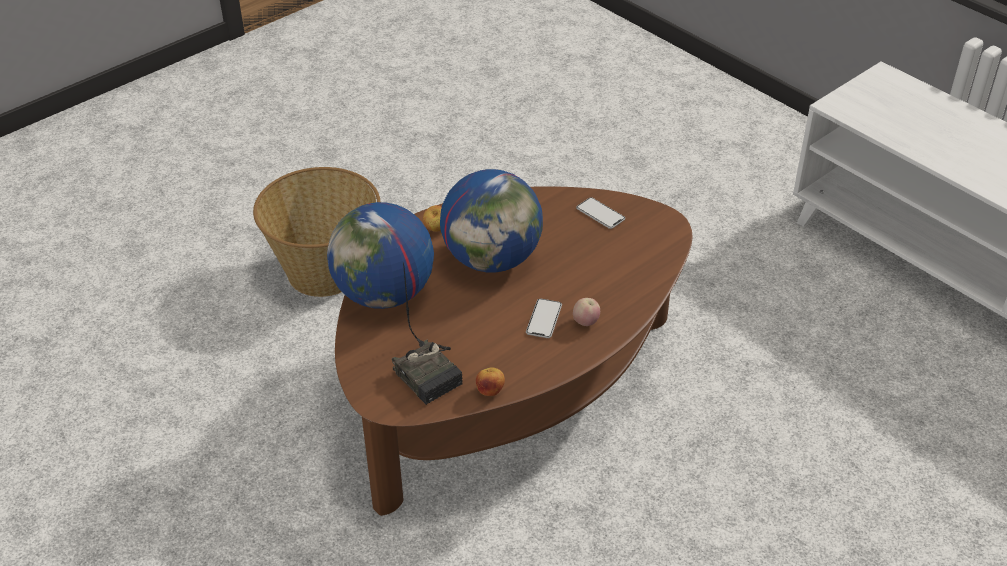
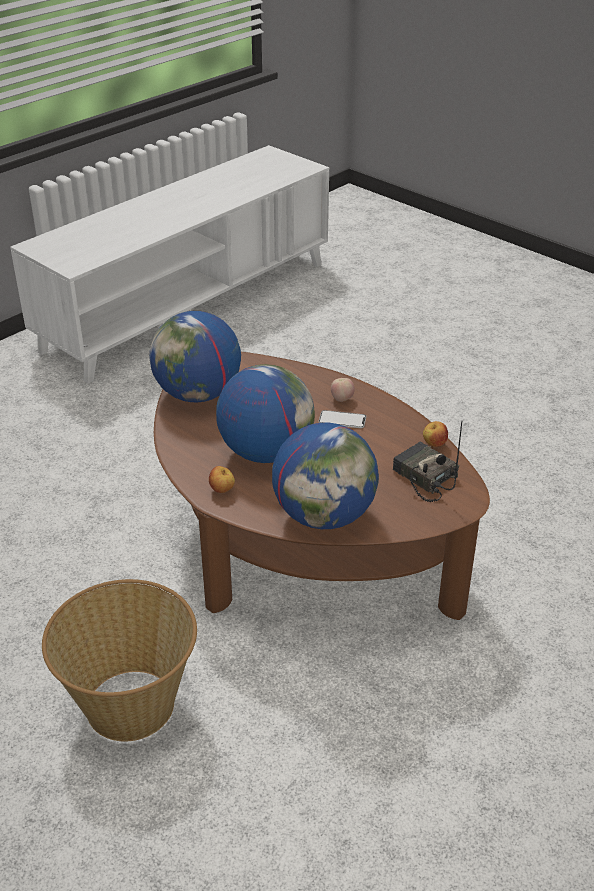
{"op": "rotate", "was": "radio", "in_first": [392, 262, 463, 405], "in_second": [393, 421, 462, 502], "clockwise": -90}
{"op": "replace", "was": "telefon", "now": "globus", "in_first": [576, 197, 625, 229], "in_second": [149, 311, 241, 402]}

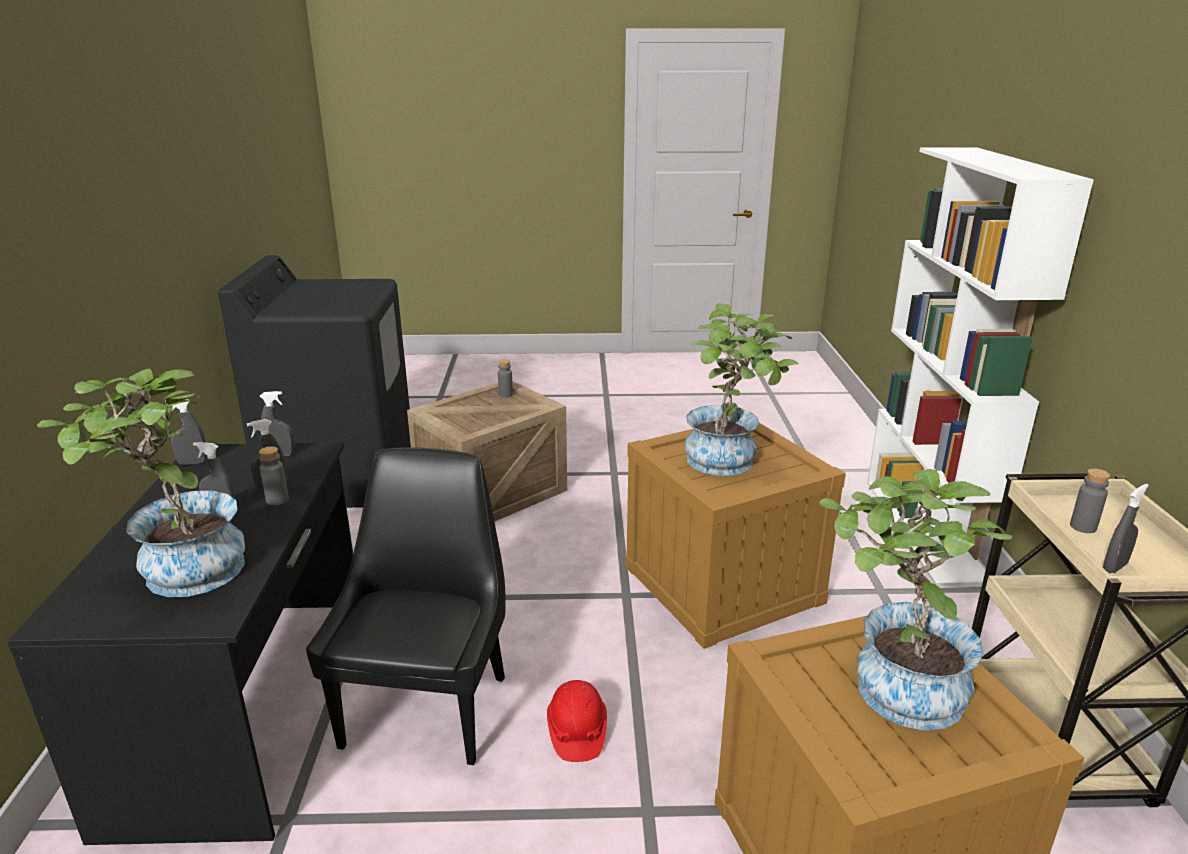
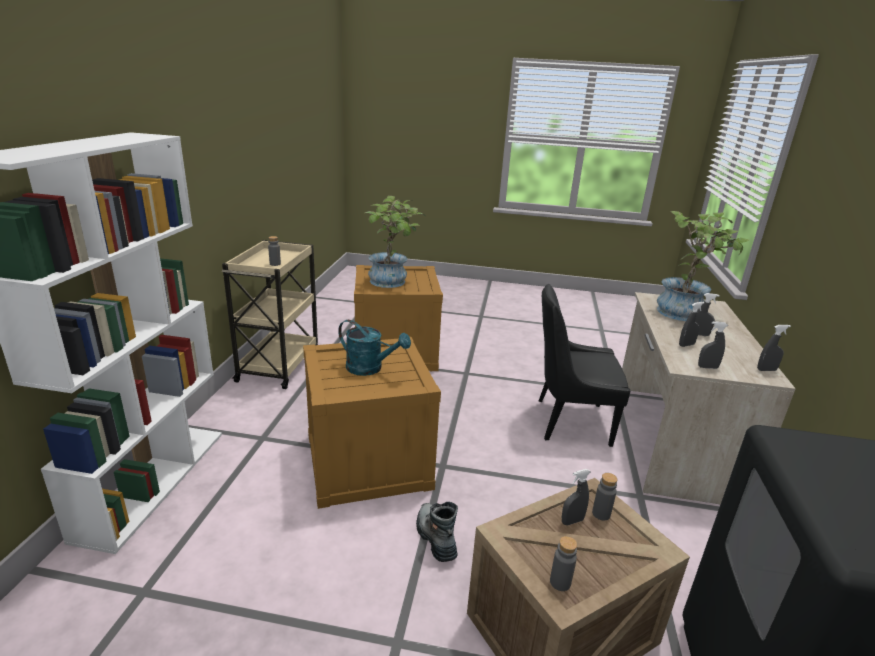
{"op": "recolor", "was": "biurko/czarny", "now": "biurko/beżowy", "in_first": [7, 443, 353, 845], "in_second": [622, 292, 796, 504]}
{"op": "move", "was": "butelka/szary", "in_first": [259, 446, 289, 505], "in_second": [592, 473, 618, 521]}
{"op": "rotate", "was": "krzesło/czarny", "in_first": [306, 447, 506, 765], "in_second": [539, 284, 631, 447], "clockwise": 75}
{"op": "delete", "was": "kask/czerwony", "in_first": [547, 680, 607, 762]}
{"op": "replace", "was": "roślina doniczkowa", "now": "konewka/turkusowy", "in_first": [685, 303, 799, 476], "in_second": [338, 320, 411, 376]}
{"op": "move", "was": "spryskiwacz/szary", "in_first": [1103, 484, 1149, 573], "in_second": [562, 469, 590, 525]}
{"op": "insert", "now": "but z cholewką", "in_second": [416, 502, 458, 562]}

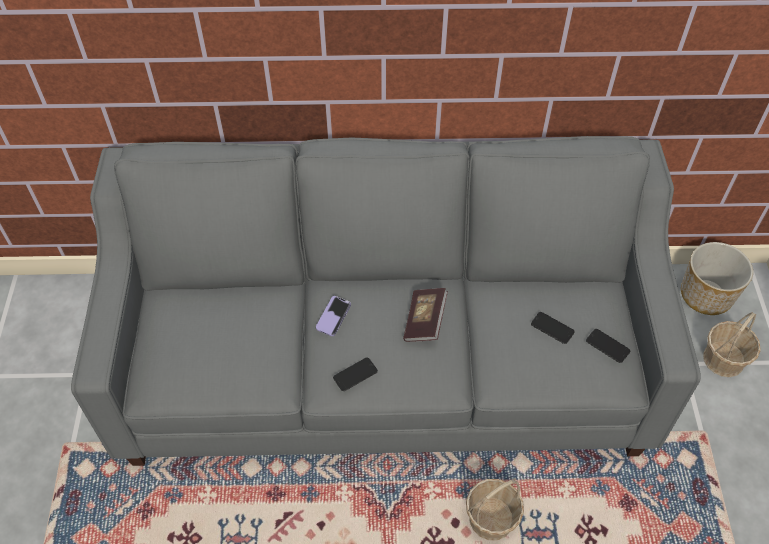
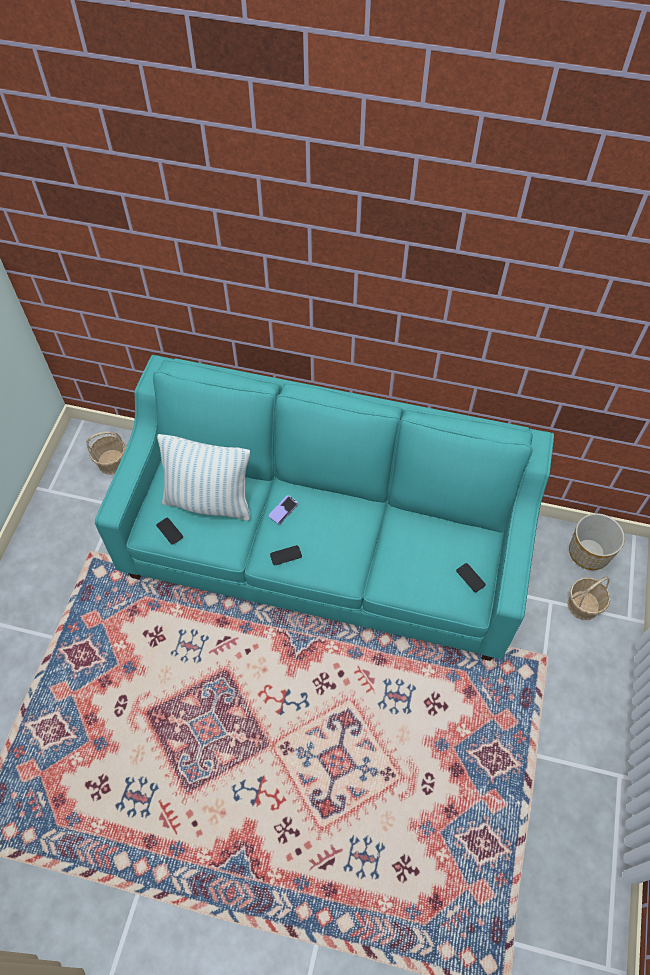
{"op": "recolor", "was": "kanapa/szary", "now": "kanapa/turkusowy", "in_first": [71, 136, 701, 466], "in_second": [95, 355, 554, 661]}
{"op": "delete", "was": "książka", "in_first": [403, 288, 448, 342]}
{"op": "move", "was": "koszyk", "in_first": [466, 478, 524, 540], "in_second": [86, 432, 125, 475]}
{"op": "move", "was": "telefon", "in_first": [531, 312, 575, 344], "in_second": [156, 518, 183, 545]}
{"op": "insert", "now": "poduszka", "in_second": [157, 434, 251, 521]}

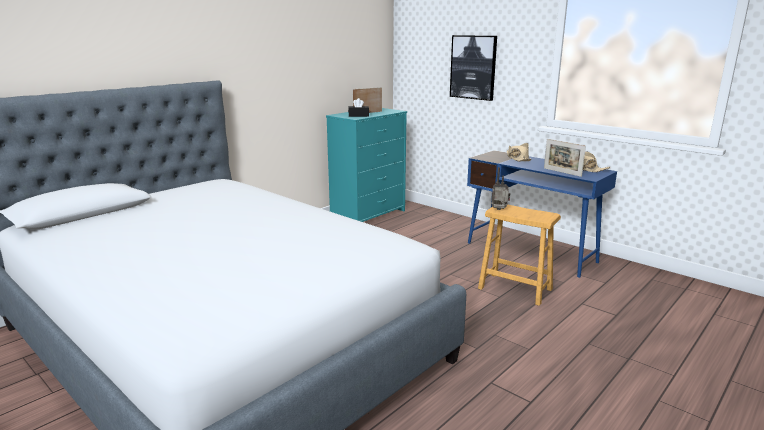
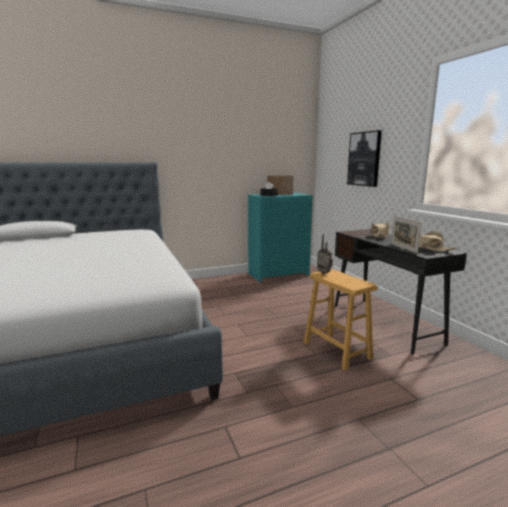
{"op": "recolor", "was": "biurko/niebieski", "now": "biurko/czarny", "in_first": [467, 150, 617, 278], "in_second": [335, 229, 467, 355]}

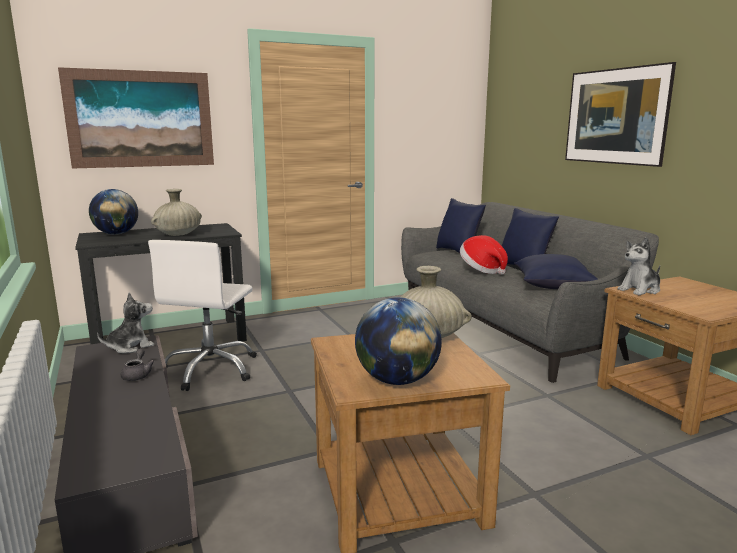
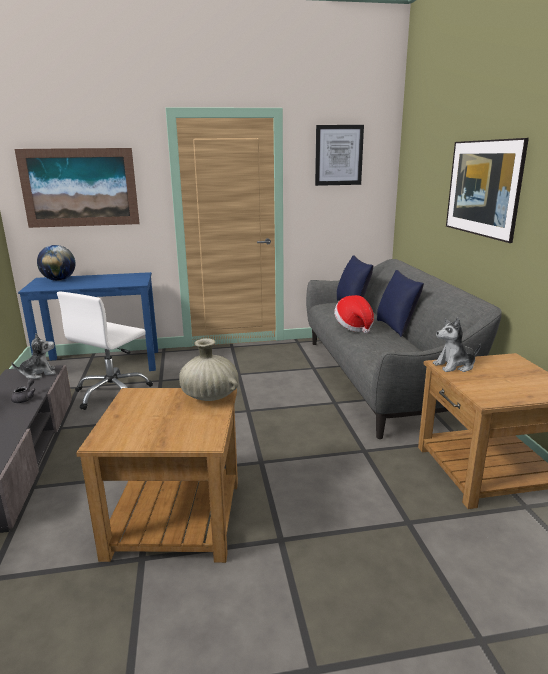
{"op": "recolor", "was": "biurko/czarny", "now": "biurko/niebieski", "in_first": [75, 223, 247, 344], "in_second": [18, 272, 158, 371]}
{"op": "delete", "was": "wazon/beżowy", "in_first": [151, 189, 202, 236]}
{"op": "delete", "was": "globus", "in_first": [355, 297, 442, 385]}
{"op": "delete", "was": "poduszka/niebieski", "in_first": [514, 254, 598, 289]}
{"op": "insert", "now": "obraz", "in_second": [315, 125, 364, 186]}

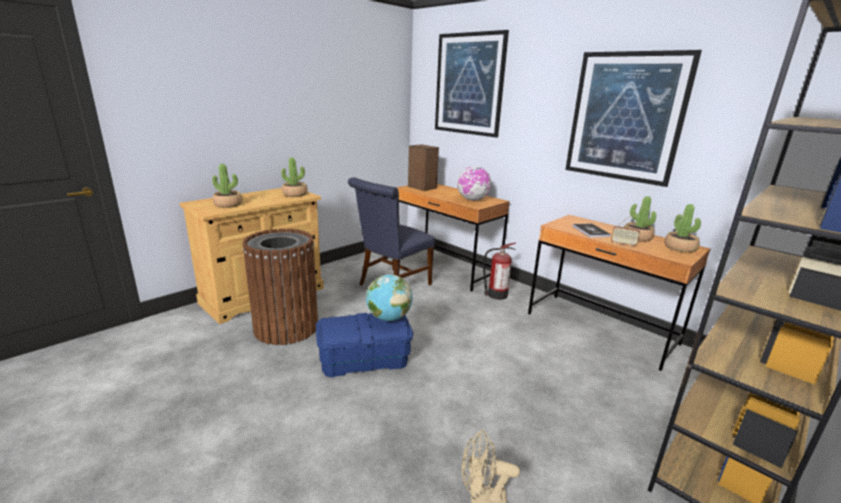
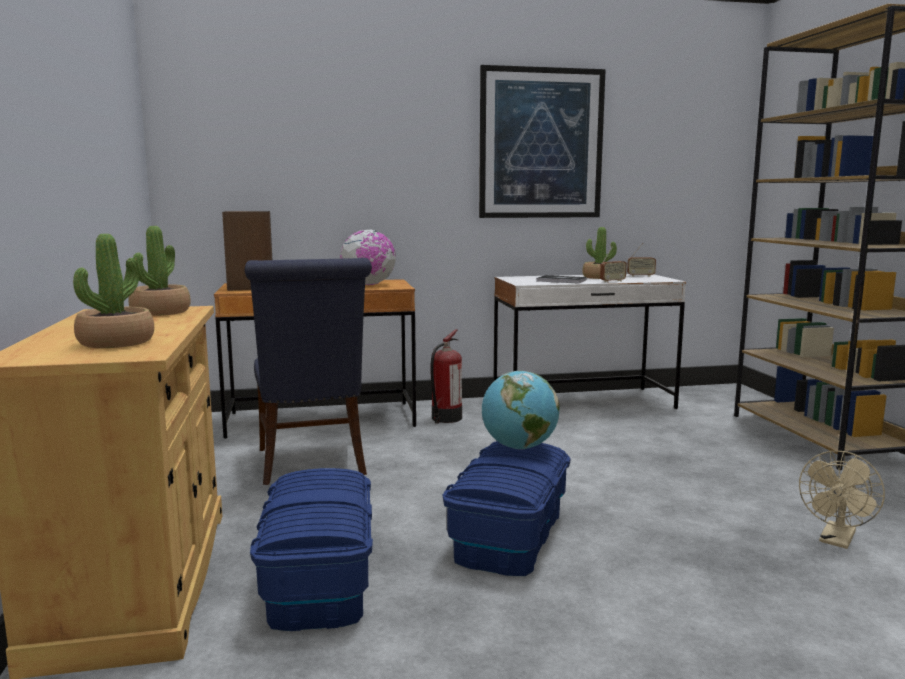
{"op": "replace", "was": "kosz na śmieci/brązowy", "now": "pojemnik do przechowywania/niebieski", "in_first": [243, 229, 318, 345], "in_second": [250, 468, 373, 631]}
{"op": "delete", "was": "obraz", "in_first": [435, 30, 509, 138]}
{"op": "recolor", "was": "biurko/brązowy", "now": "biurko/biały", "in_first": [528, 215, 711, 371], "in_second": [493, 274, 686, 409]}
{"op": "replace", "was": "roślina doniczkowa", "now": "radio", "in_first": [664, 204, 701, 253], "in_second": [627, 243, 656, 277]}

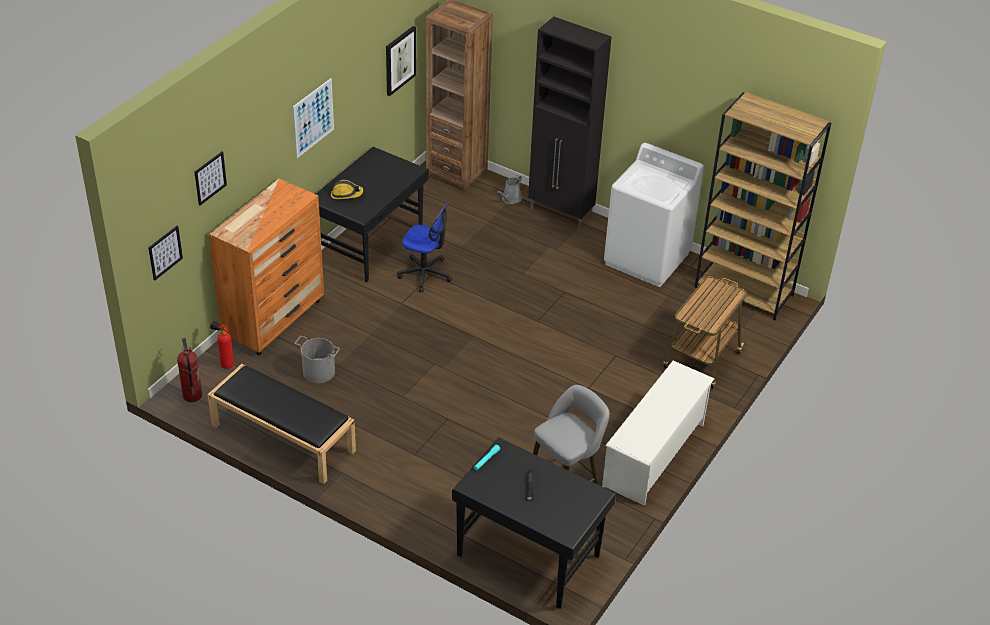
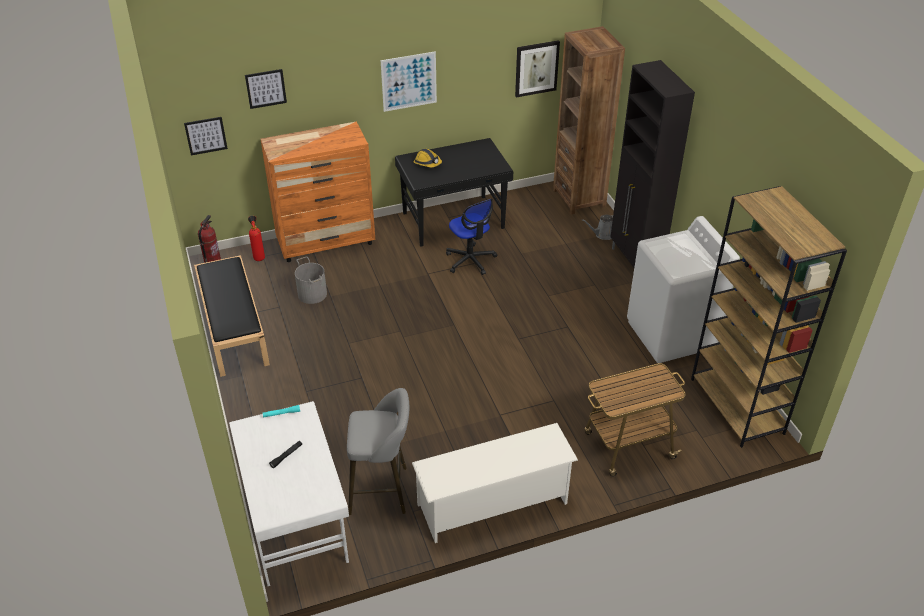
{"op": "recolor", "was": "biurko/czarny", "now": "biurko/biały", "in_first": [452, 437, 616, 609], "in_second": [229, 401, 349, 586]}

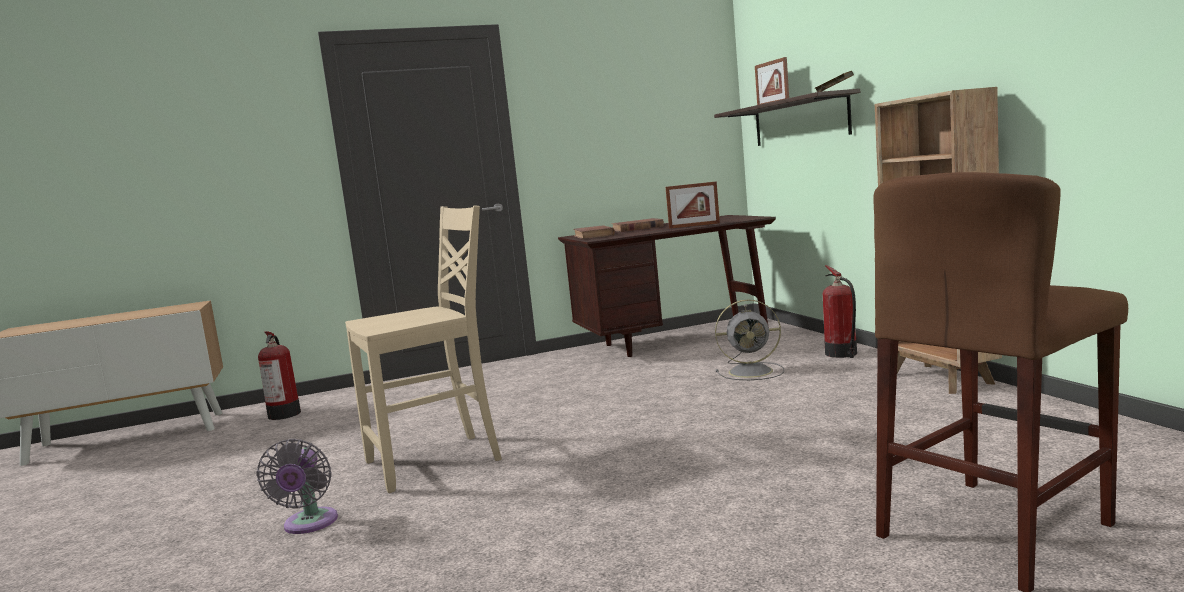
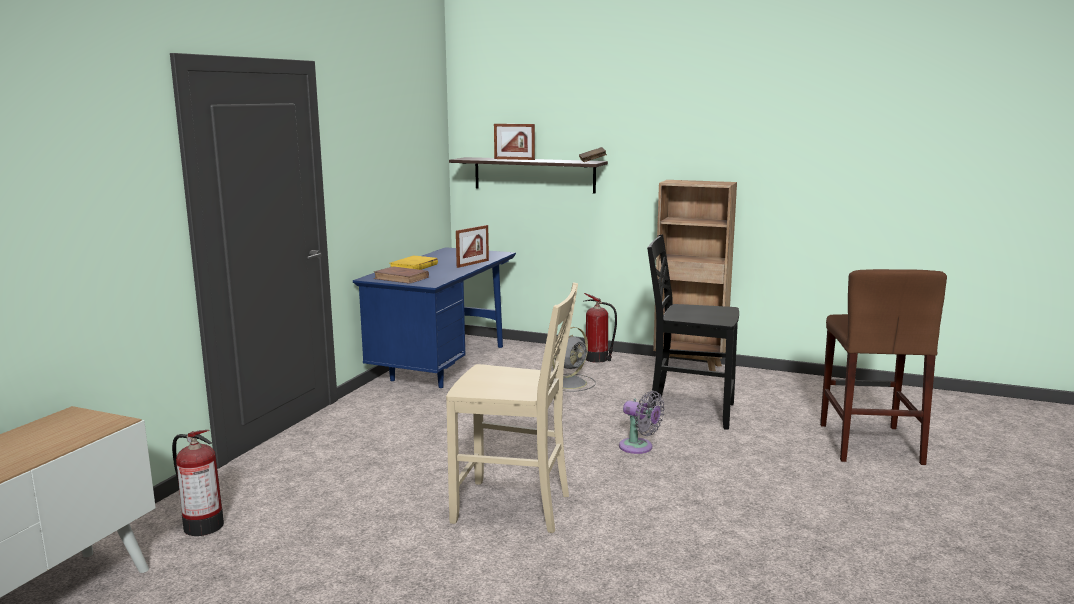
{"op": "move", "was": "wentylator/szary", "in_first": [257, 439, 338, 534], "in_second": [619, 391, 665, 454]}
{"op": "rotate", "was": "krzesło/beżowy", "in_first": [345, 205, 502, 493], "in_second": [446, 282, 578, 533], "clockwise": 90}
{"op": "recolor", "was": "biurko/brązowy", "now": "biurko/niebieski", "in_first": [558, 215, 776, 357], "in_second": [353, 247, 516, 388]}
{"op": "recolor", "was": "książka/brązowy", "now": "książka/żółty", "in_first": [612, 218, 664, 232], "in_second": [389, 256, 438, 270]}
{"op": "insert", "now": "krzesło/czarny", "in_second": [647, 234, 739, 430]}

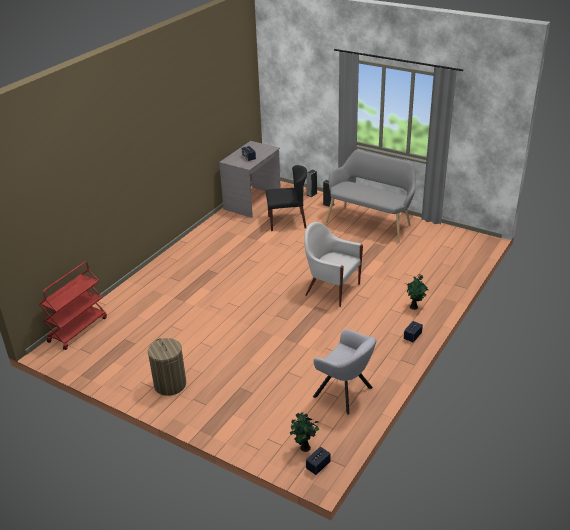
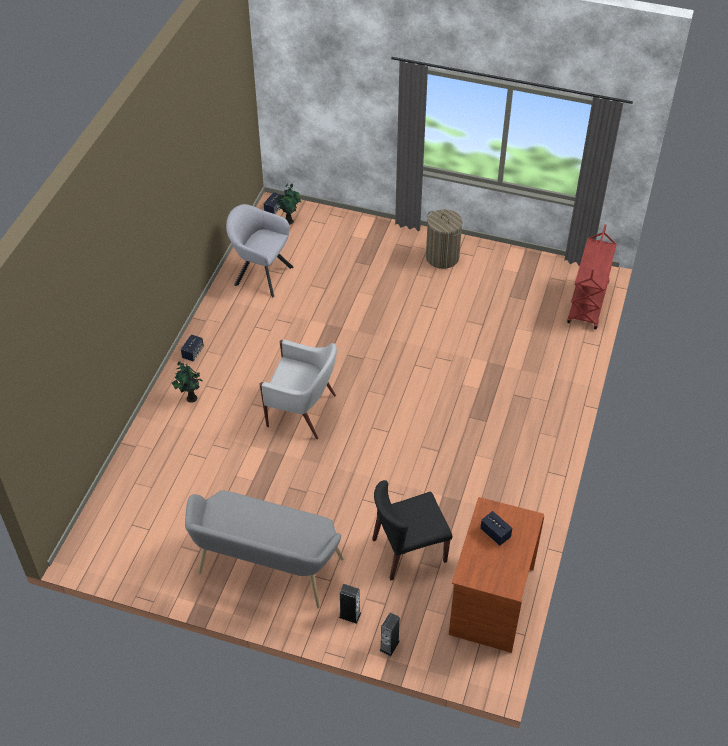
{"op": "recolor", "was": "biurko/szary", "now": "biurko/brązowy", "in_first": [219, 141, 281, 218], "in_second": [449, 497, 544, 653]}

